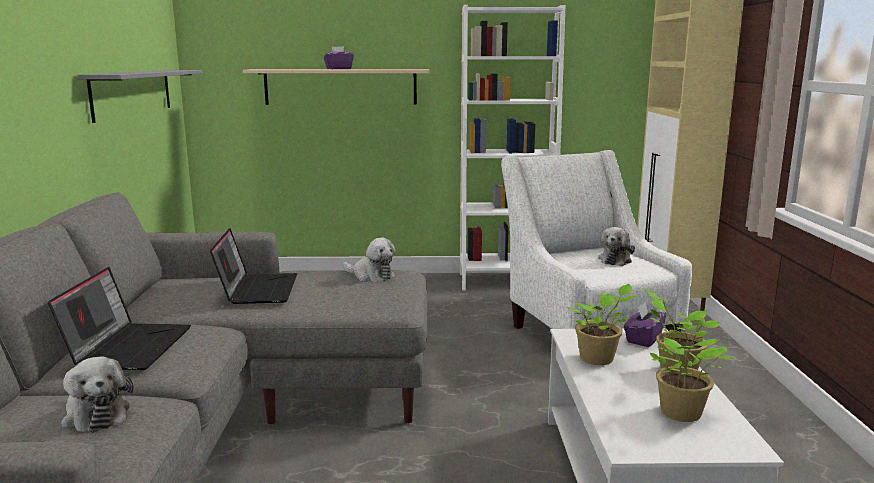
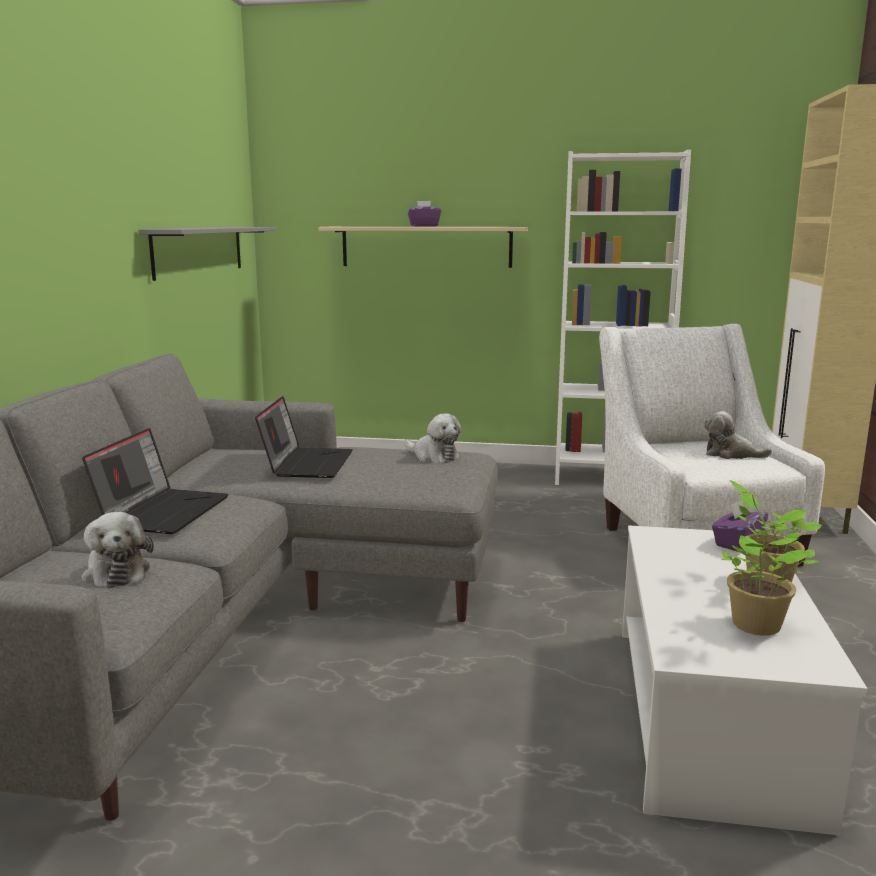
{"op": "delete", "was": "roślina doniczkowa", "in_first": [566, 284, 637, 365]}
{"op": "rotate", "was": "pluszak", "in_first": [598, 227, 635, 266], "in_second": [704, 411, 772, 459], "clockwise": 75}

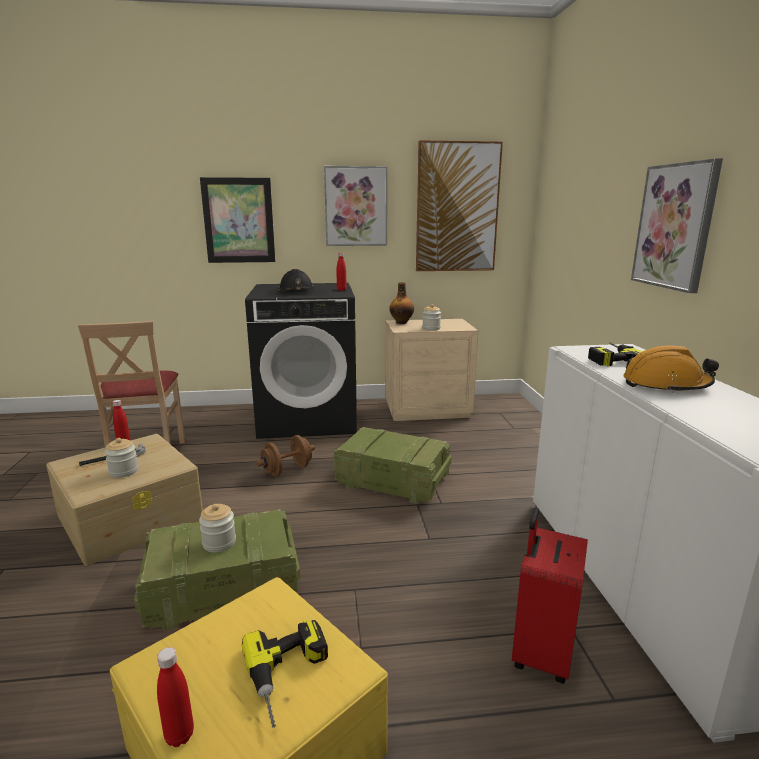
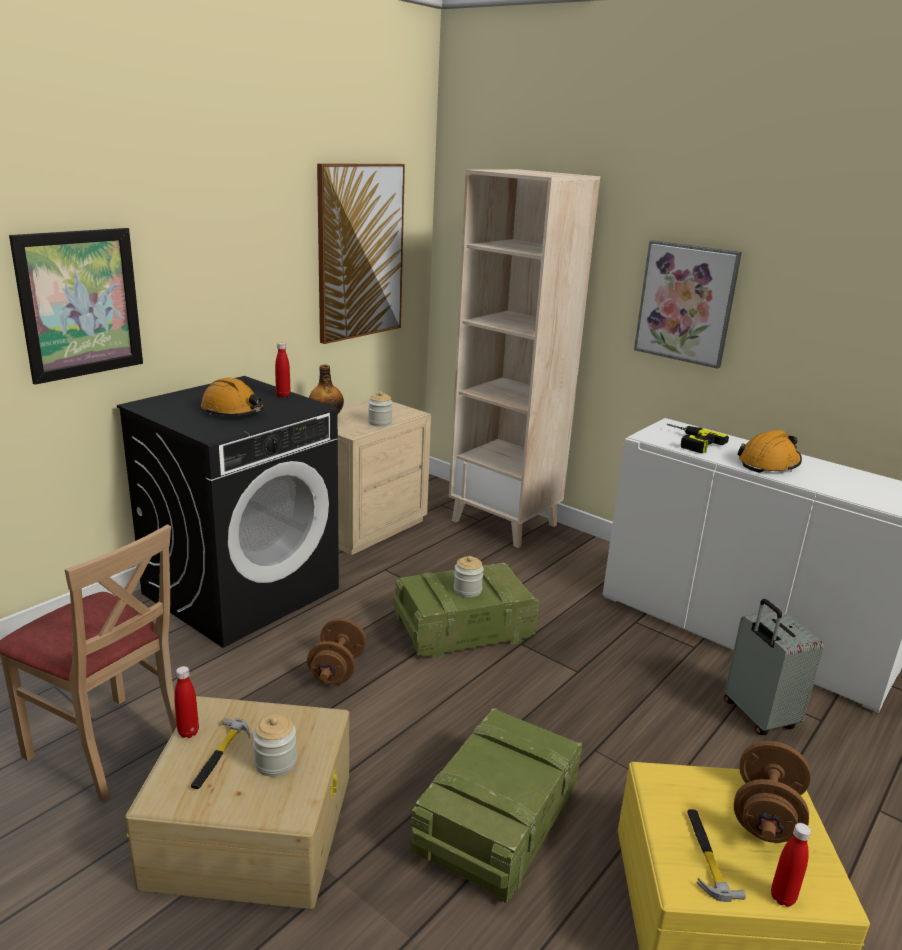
{"op": "move", "was": "słoik", "in_first": [199, 504, 236, 552], "in_second": [454, 556, 484, 597]}
{"op": "replace", "was": "wiertarka", "now": "hantel/brązowy", "in_first": [242, 620, 328, 728], "in_second": [734, 741, 810, 843]}
{"op": "recolor", "was": "kask/czarny", "now": "kask/pomarańczowy", "in_first": [278, 269, 314, 291], "in_second": [201, 378, 265, 416]}
{"op": "delete", "was": "obraz", "in_first": [324, 166, 388, 246]}
{"op": "recolor", "was": "walizka/czerwony", "now": "walizka/szary", "in_first": [512, 507, 588, 684], "in_second": [724, 599, 824, 735]}
{"op": "insert", "now": "regał/beżowy", "in_second": [449, 169, 600, 548]}
{"op": "insert", "now": "młotek", "in_second": [687, 809, 746, 902]}

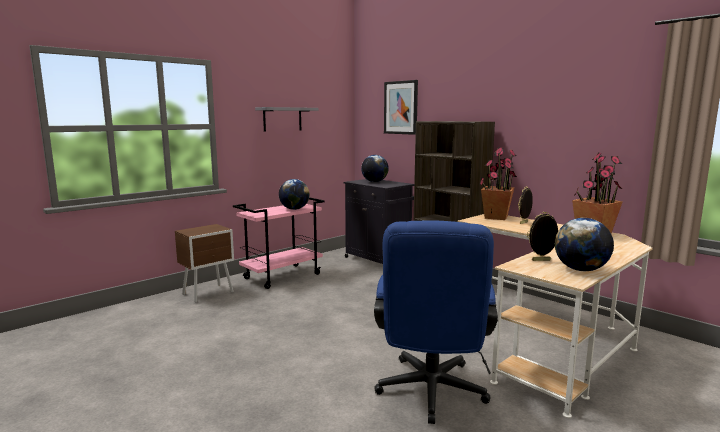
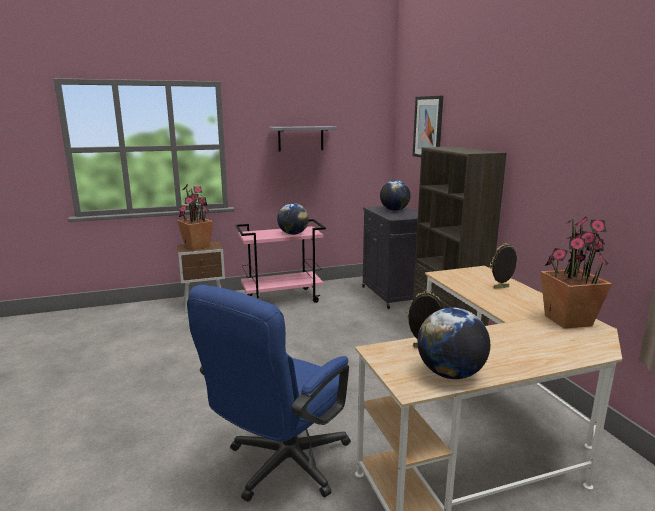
{"op": "move", "was": "roślina doniczkowa", "in_first": [479, 147, 517, 220], "in_second": [177, 184, 213, 250]}

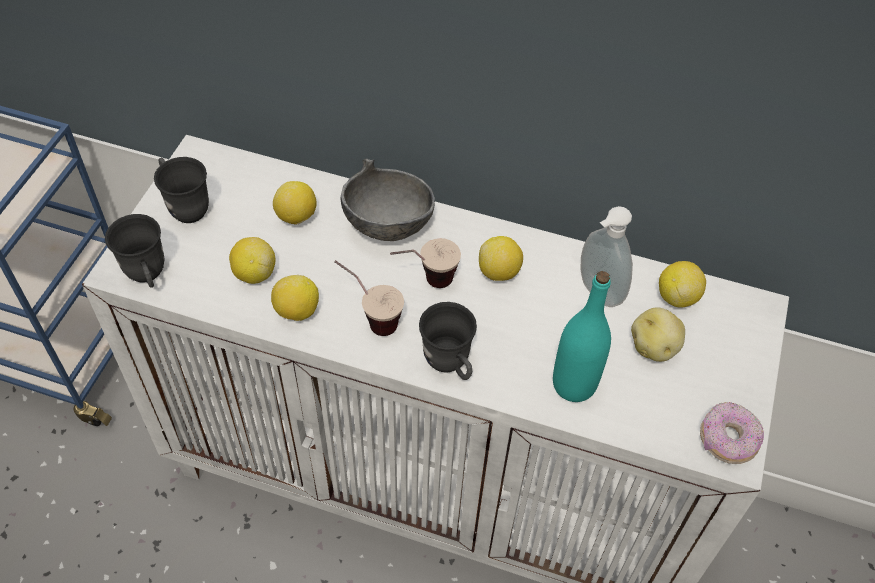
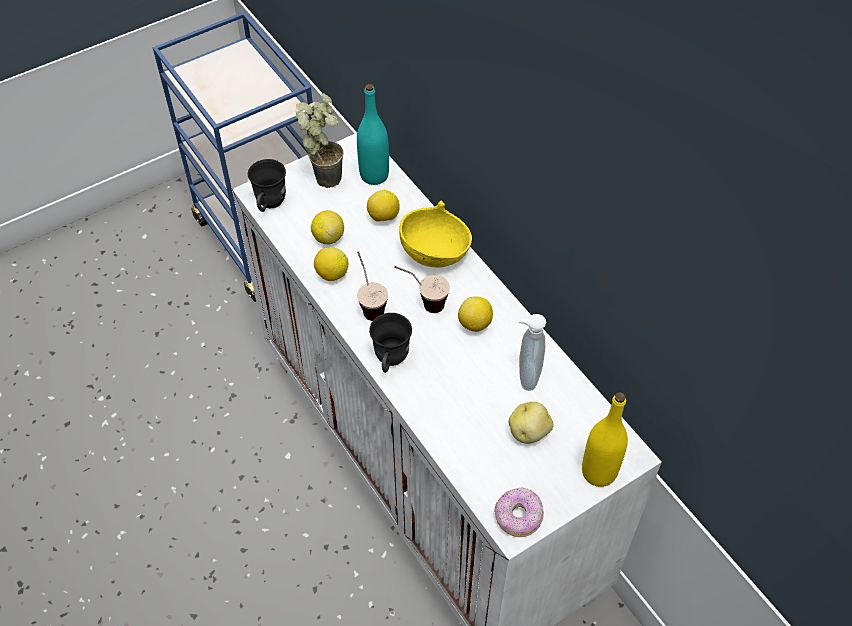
{"op": "replace", "was": "kubek/szary", "now": "roślina doniczkowa", "in_first": [154, 157, 209, 223], "in_second": [296, 93, 344, 188]}
{"op": "recolor", "was": "miska/szary", "now": "miska/żółty", "in_first": [340, 159, 435, 241], "in_second": [399, 201, 472, 268]}
{"op": "move", "was": "butelka/turkusowy", "in_first": [553, 271, 611, 402], "in_second": [357, 84, 389, 185]}
{"op": "delete", "was": "cytryna", "in_first": [659, 261, 706, 308]}
{"op": "insert", "now": "butelka/żółty", "in_second": [582, 392, 628, 487]}

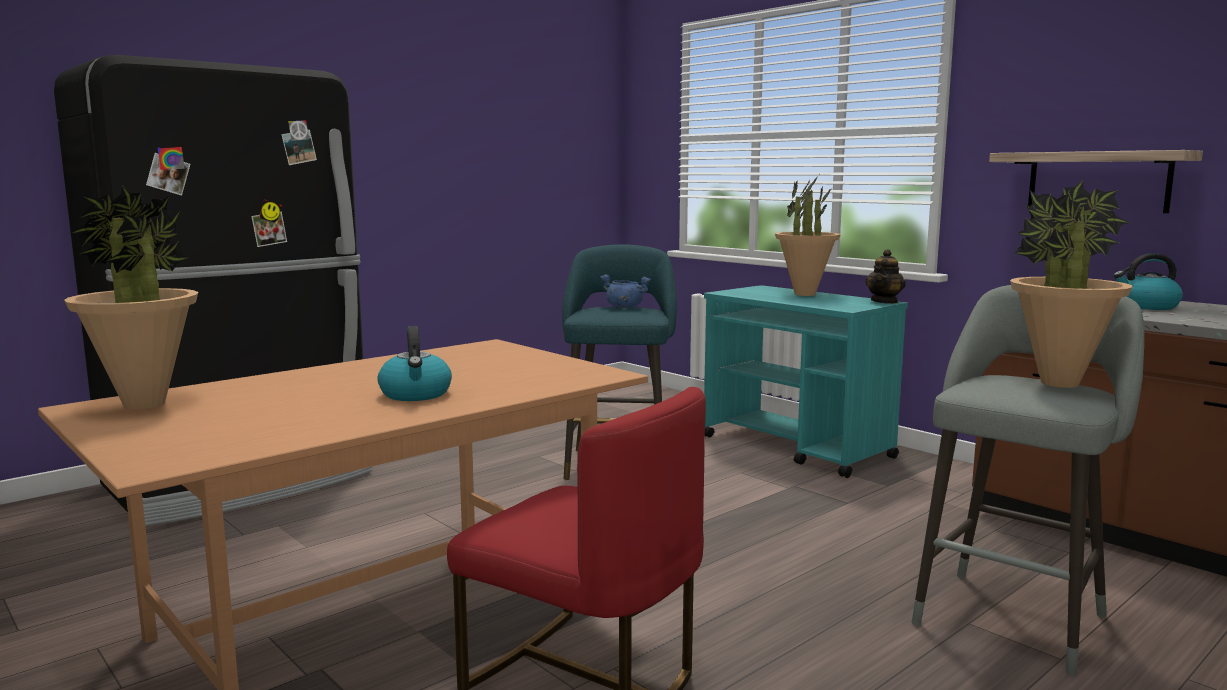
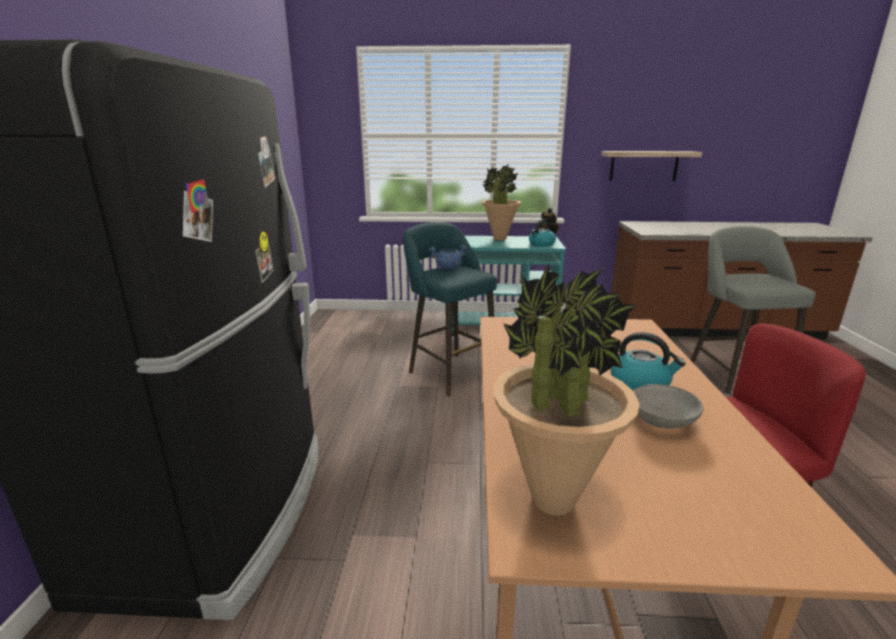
{"op": "delete", "was": "roślina doniczkowa", "in_first": [1010, 181, 1132, 388]}
{"op": "move", "was": "czajnik", "in_first": [1113, 253, 1183, 310], "in_second": [529, 219, 556, 247]}
{"op": "insert", "now": "miska/szary", "in_second": [633, 384, 703, 429]}

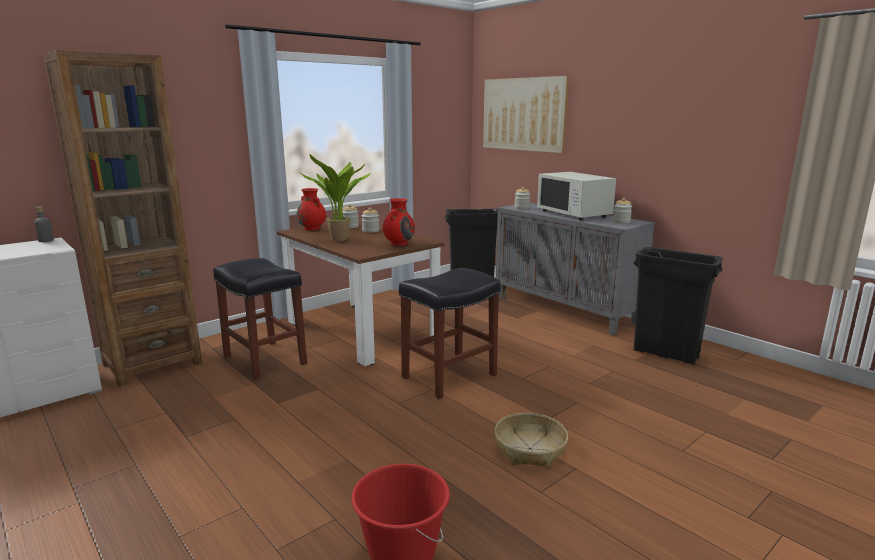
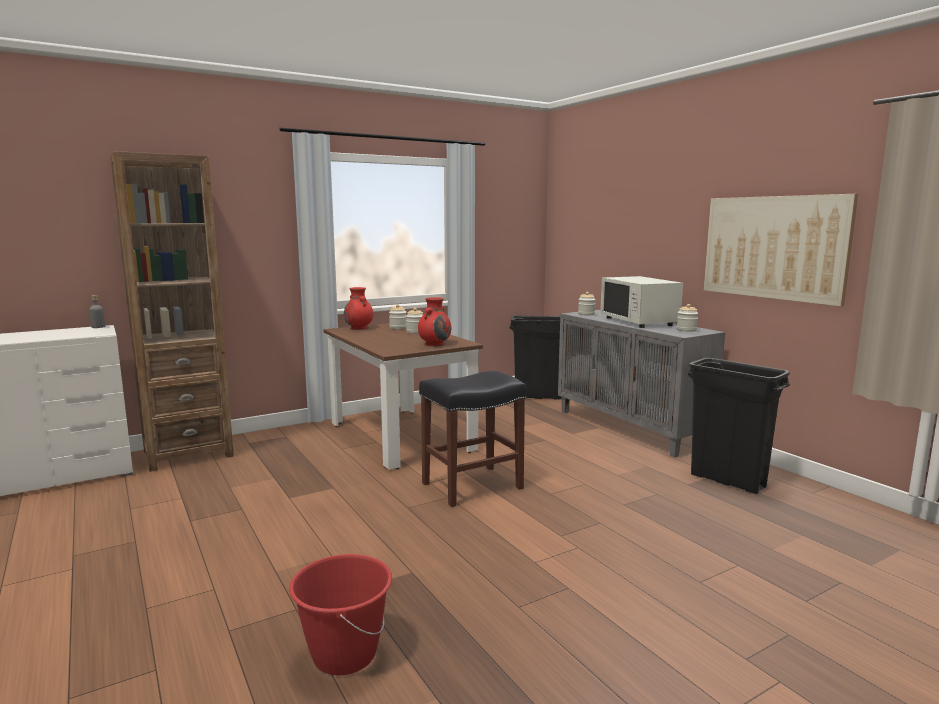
{"op": "delete", "was": "stołek/czarny", "in_first": [213, 258, 307, 381]}
{"op": "delete", "was": "roślina doniczkowa", "in_first": [300, 154, 371, 242]}
{"op": "move", "was": "obraz", "in_first": [483, 76, 569, 153], "in_second": [703, 194, 858, 307]}
{"op": "delete", "was": "koszyk", "in_first": [495, 413, 568, 468]}

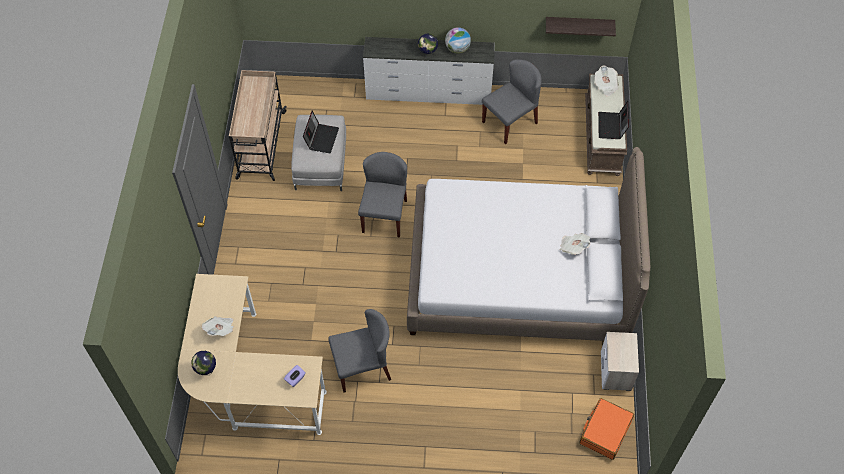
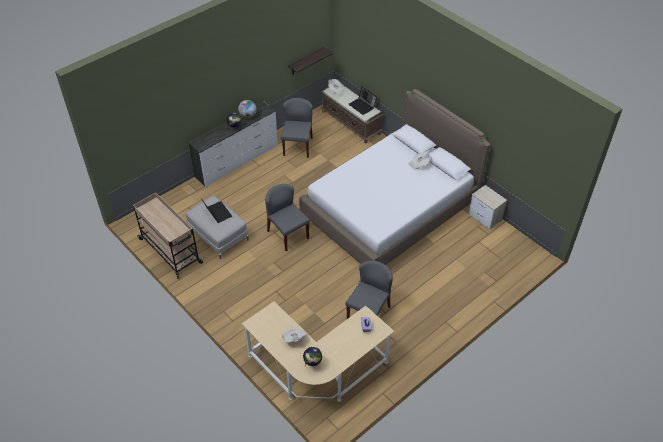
{"op": "delete", "was": "walizka/pomarańczowy", "in_first": [580, 398, 634, 460]}

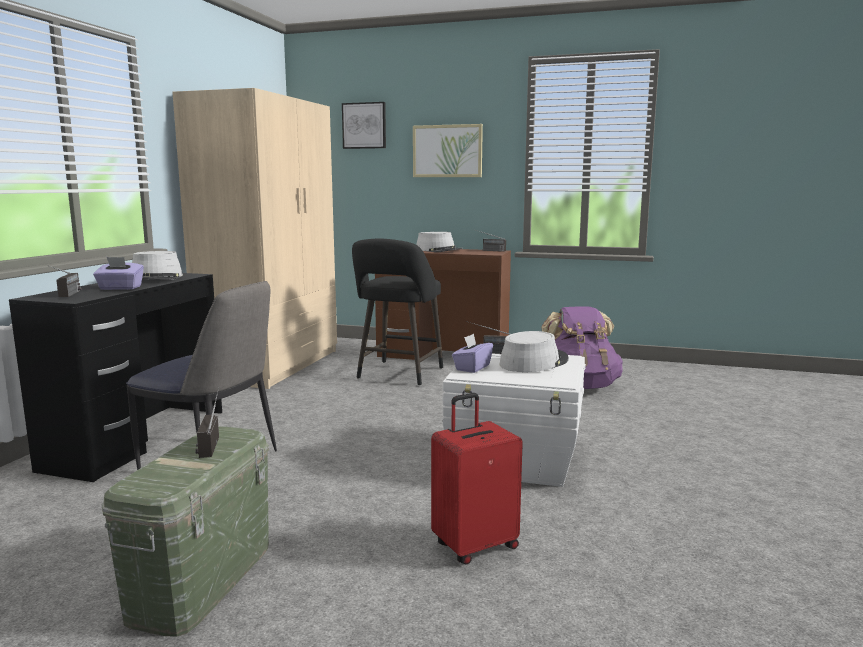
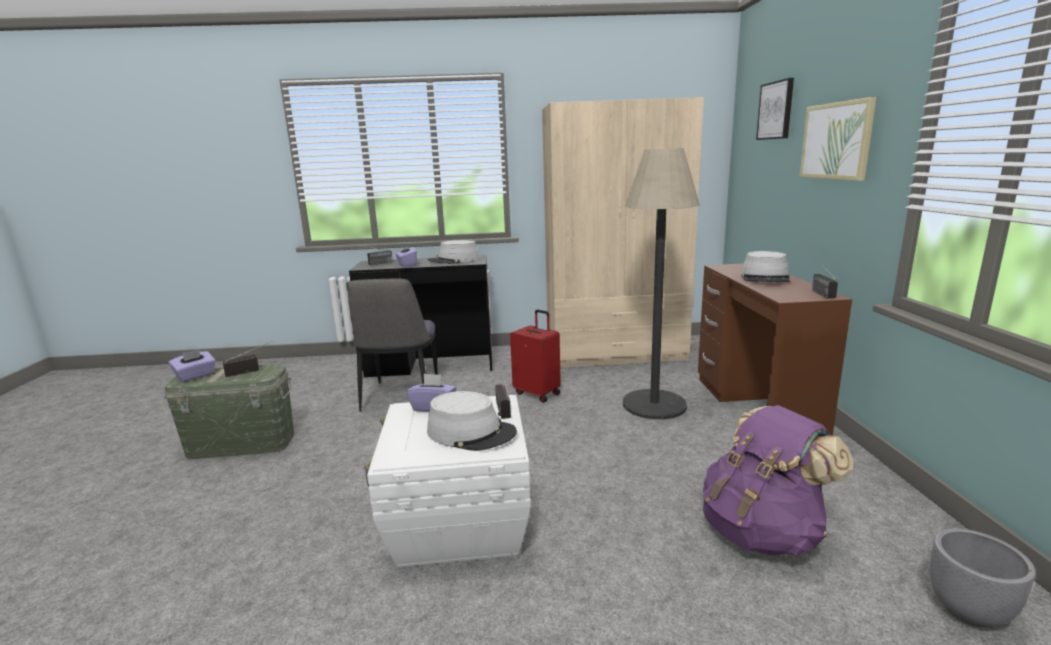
{"op": "replace", "was": "stołek/czarny", "now": "lampa stojąca", "in_first": [352, 239, 443, 386], "in_second": [623, 148, 700, 420]}
{"op": "move", "was": "walizka/czerwony", "in_first": [431, 393, 523, 565], "in_second": [510, 310, 561, 403]}
{"op": "insert", "now": "pudełko chusteczek/fioletowy", "in_second": [169, 349, 216, 382]}
{"op": "insert", "now": "donica/szary", "in_second": [930, 529, 1035, 627]}

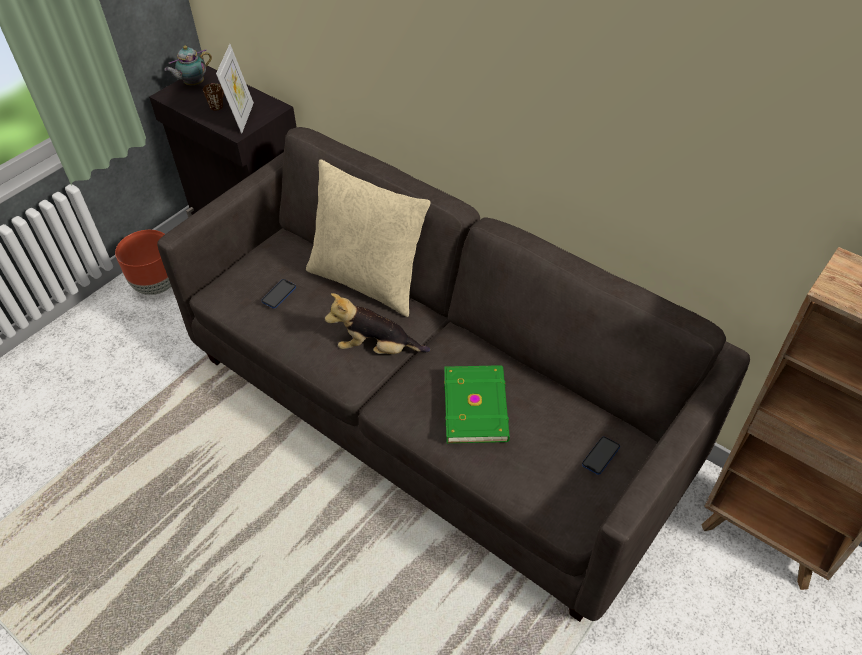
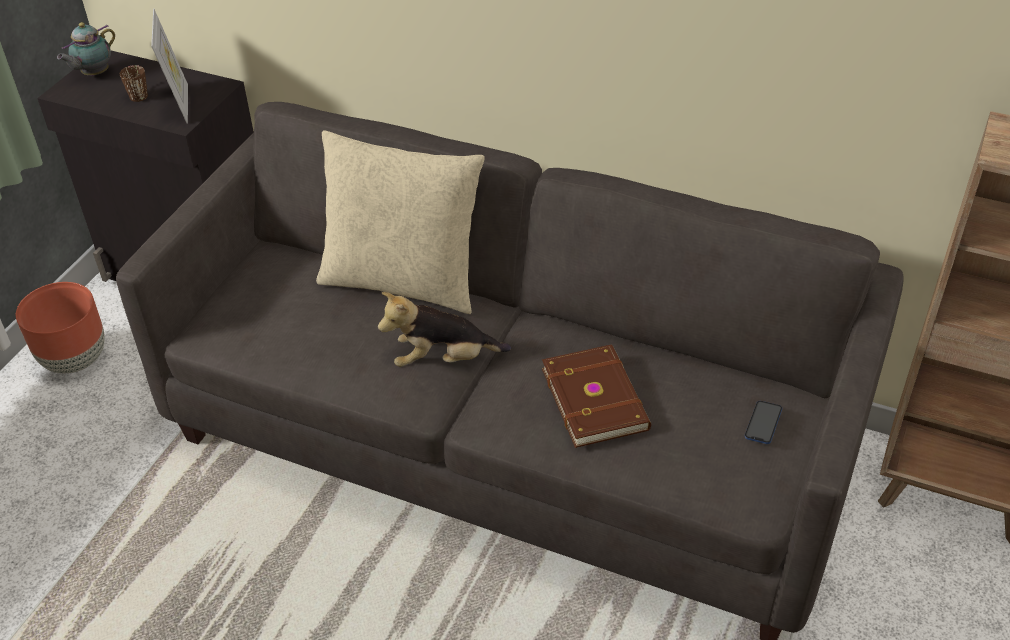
{"op": "delete", "was": "telefon", "in_first": [262, 279, 296, 309]}
{"op": "recolor", "was": "książka/zielony", "now": "książka/brązowy", "in_first": [444, 365, 510, 443], "in_second": [542, 345, 651, 448]}

